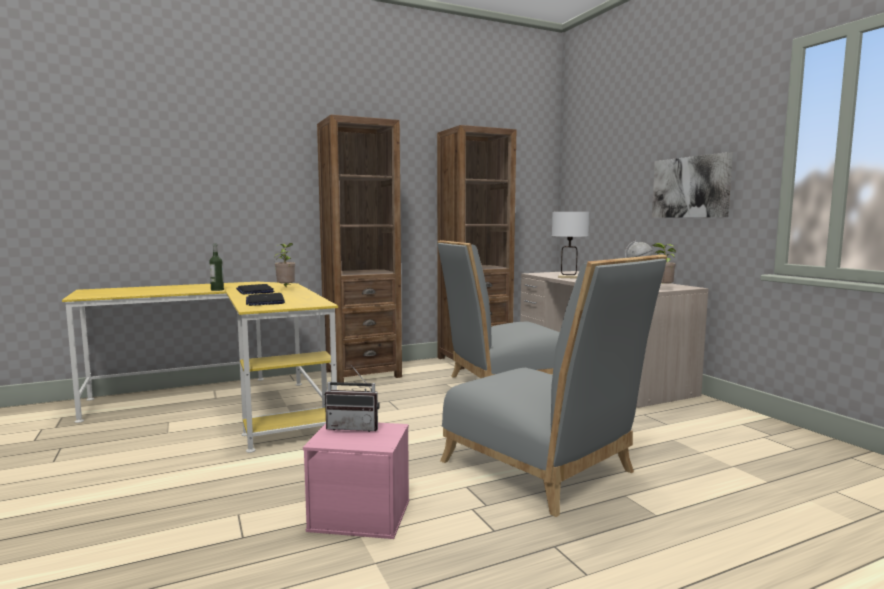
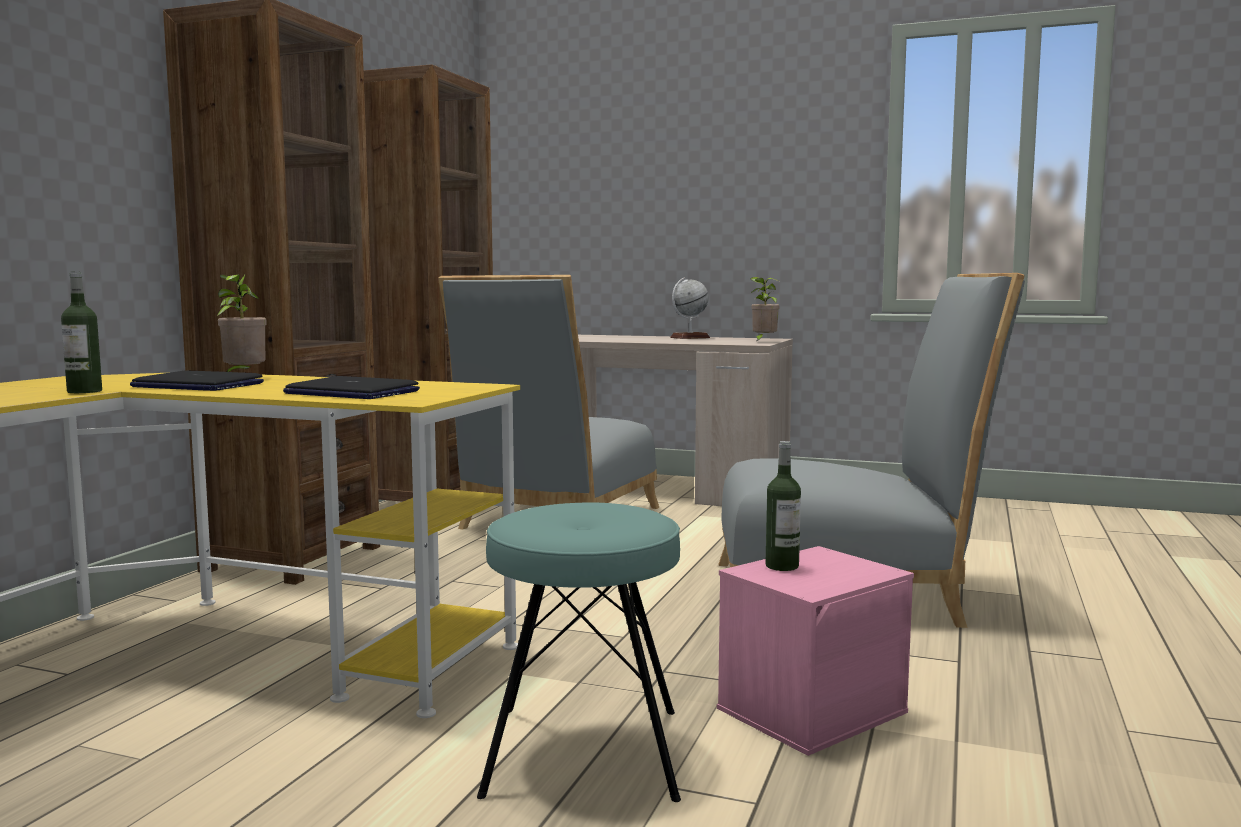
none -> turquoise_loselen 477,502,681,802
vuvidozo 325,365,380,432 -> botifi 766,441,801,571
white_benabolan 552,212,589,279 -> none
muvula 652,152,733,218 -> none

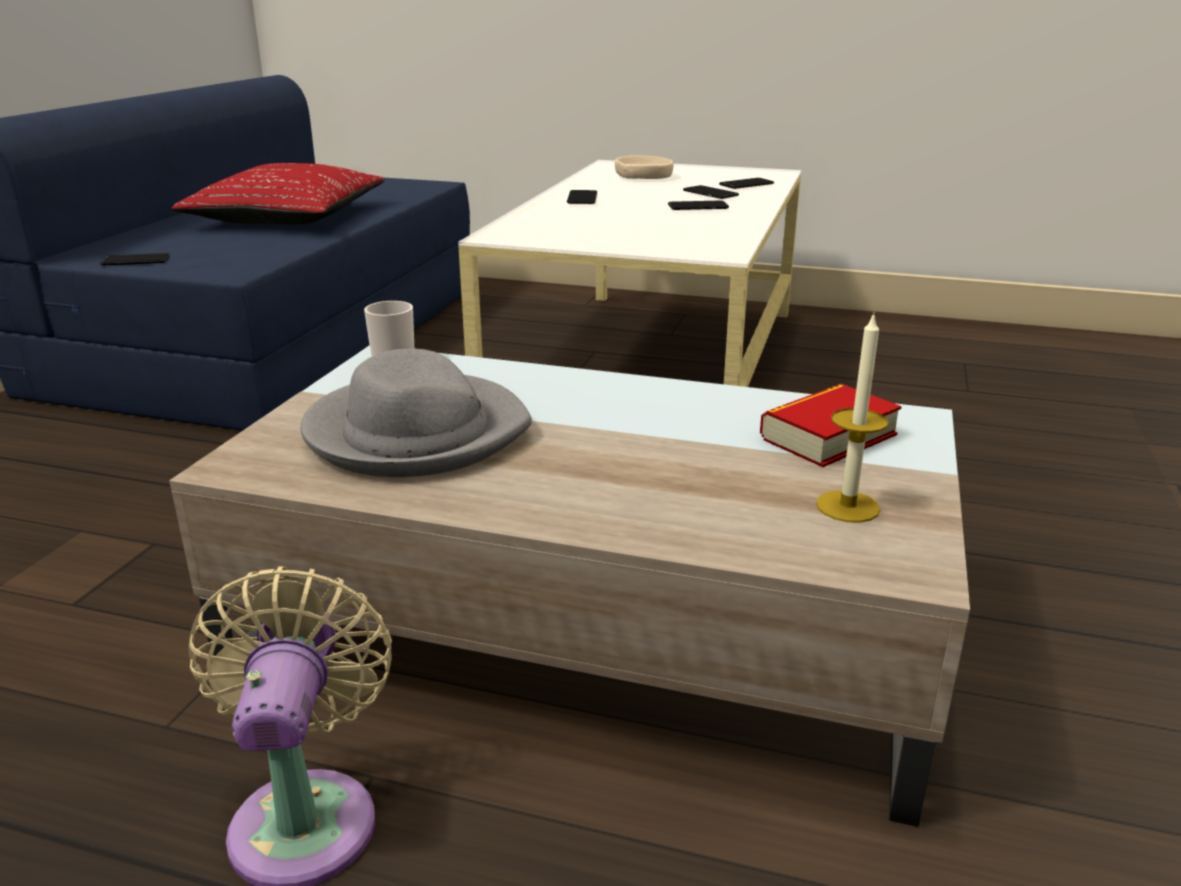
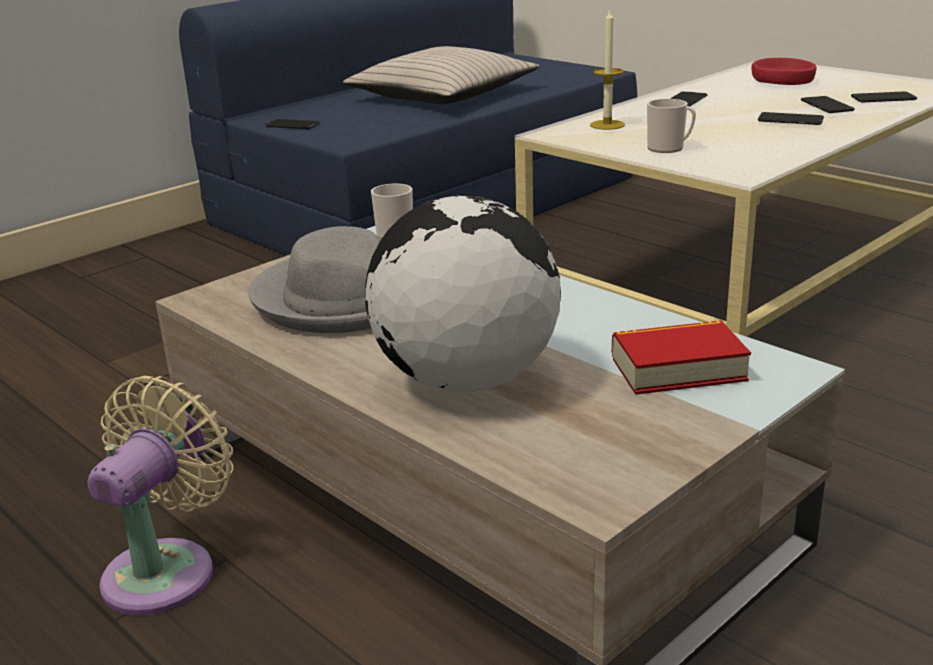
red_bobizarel 172,163,385,225 -> beige_bobizarel 343,46,540,104
none -> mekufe 365,196,561,392
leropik 816,312,888,523 -> leropik 590,10,625,130, move
none -> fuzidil 647,99,696,153
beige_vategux 615,155,674,179 -> red_vategux 752,58,817,85

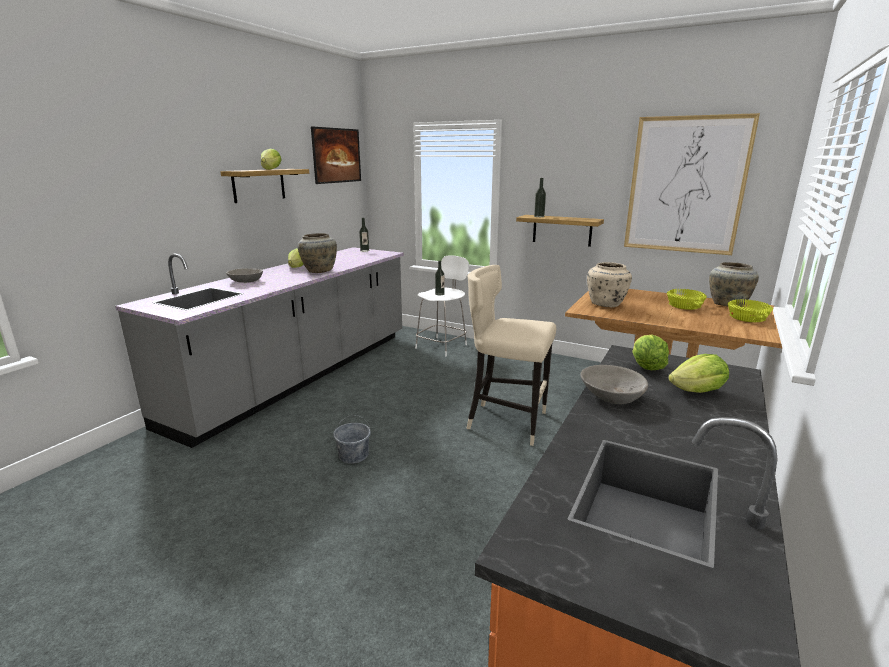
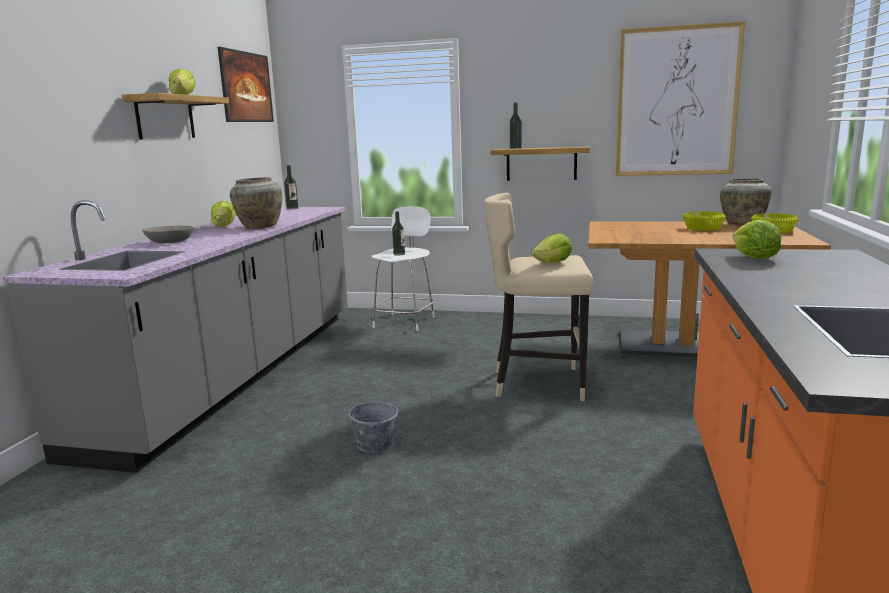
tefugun 668,354,729,393 -> tefugun 531,233,572,263, move
grey_vategux 580,365,648,404 -> none
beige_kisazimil 587,262,632,307 -> none

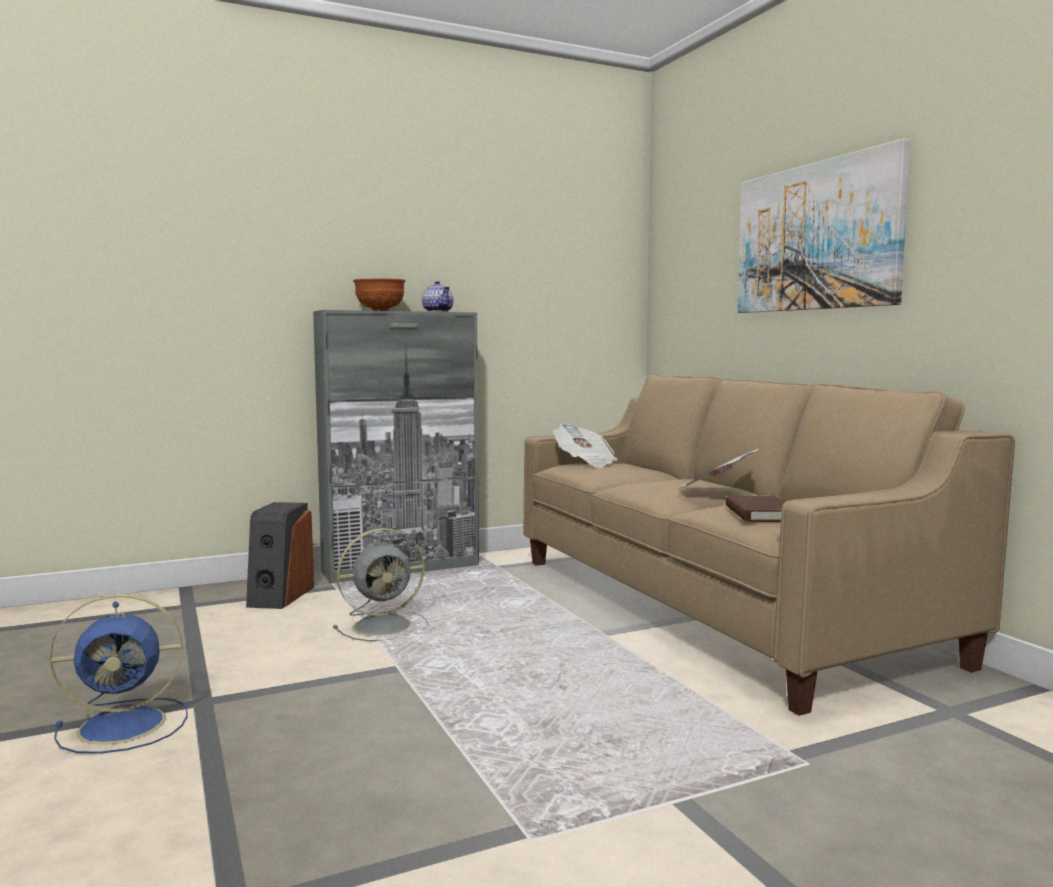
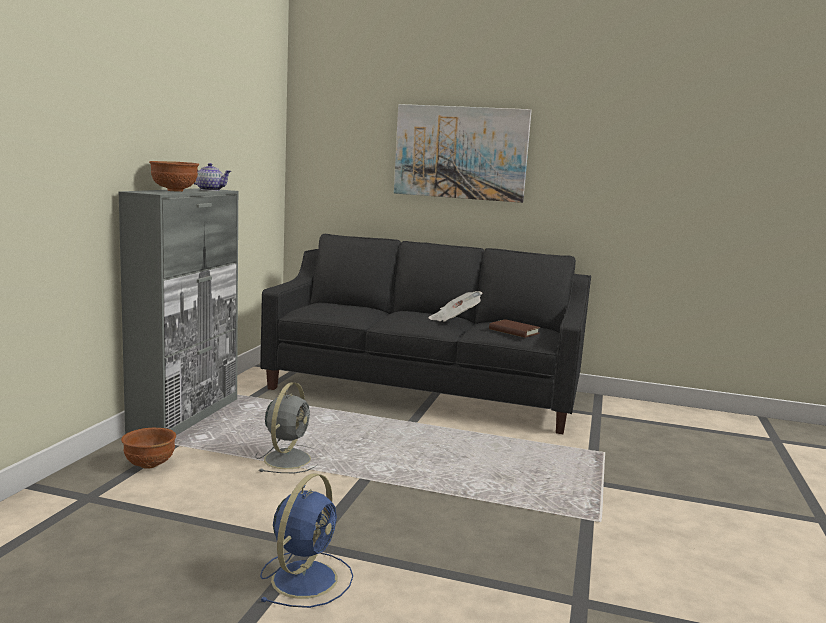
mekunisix 246,502,314,609 -> brown_vategux 121,427,176,469
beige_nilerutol 523,374,1015,716 -> black_nilerutol 260,234,591,434
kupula 553,424,618,468 -> none

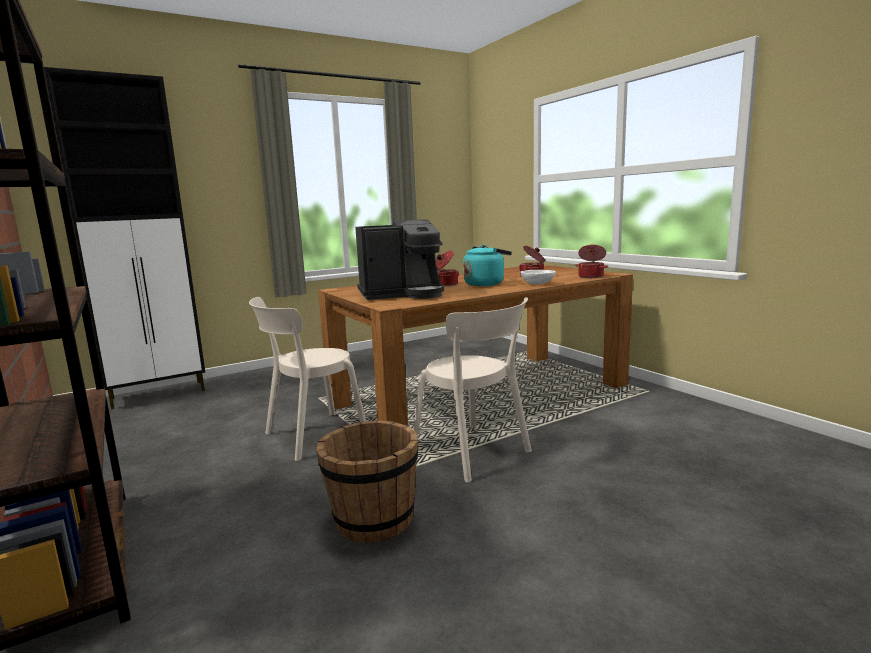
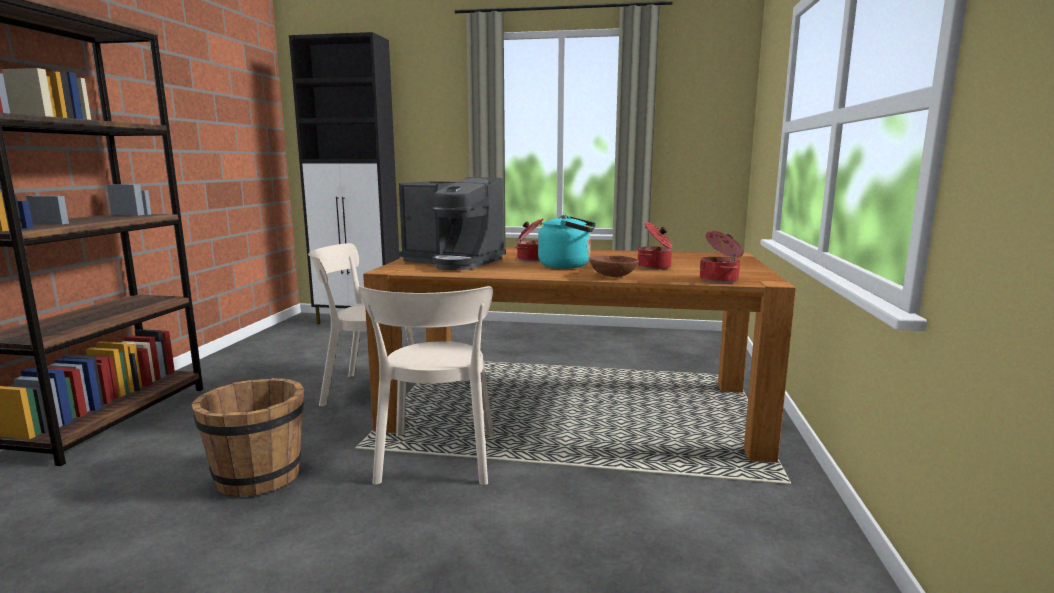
white_vategux 520,270,556,284 -> brown_vategux 590,256,639,277

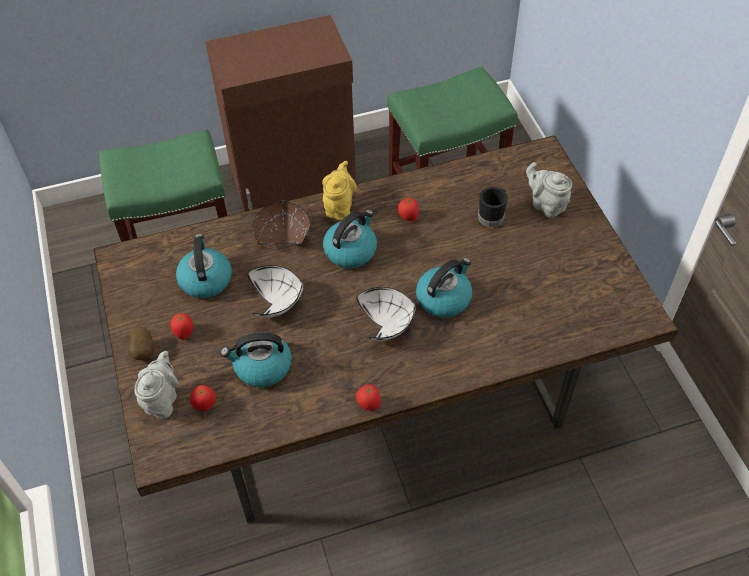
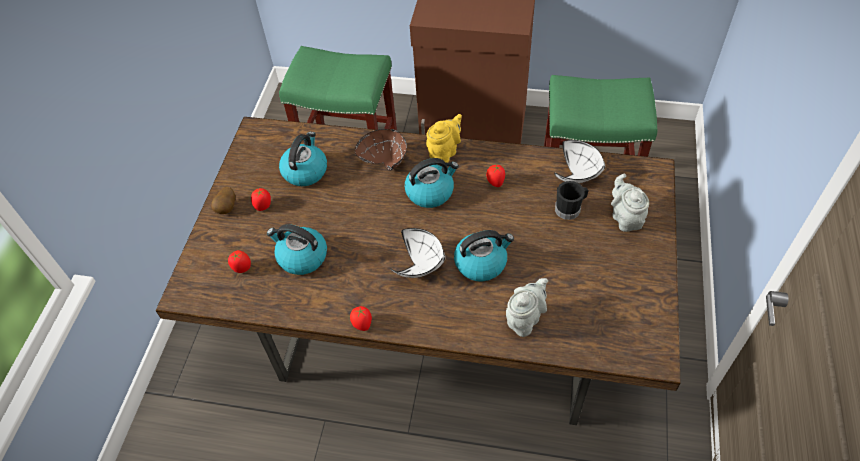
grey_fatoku 135,351,179,419 -> grey_fatoku 506,278,548,337, move
white_vategux 247,265,304,318 -> white_vategux 554,140,605,183, move

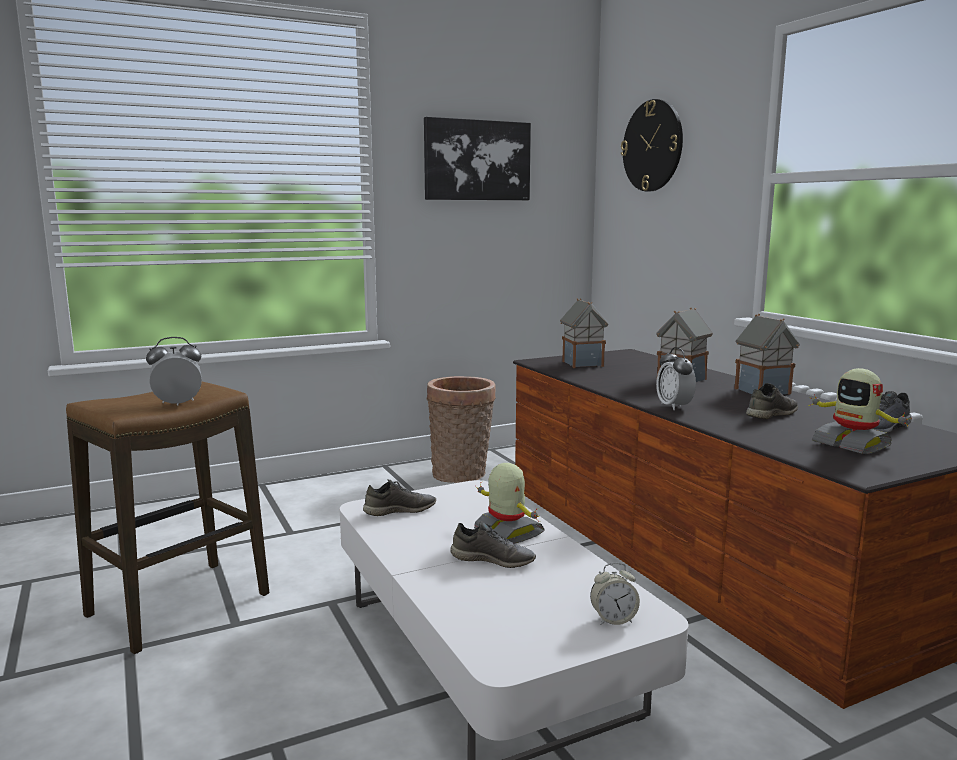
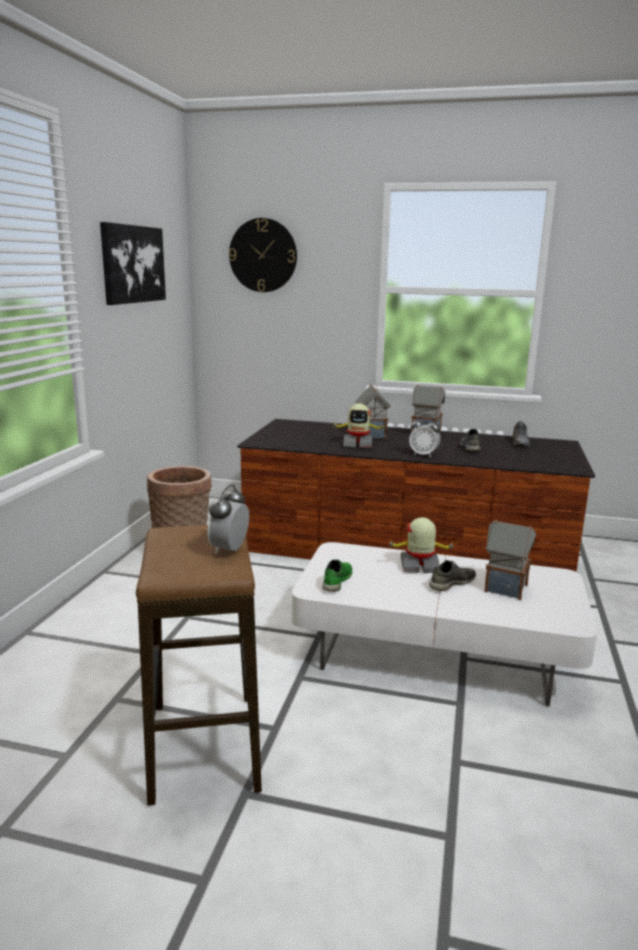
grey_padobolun 363,479,436,516 -> green_padobolun 322,559,352,592
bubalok 809,368,912,454 -> bubalok 331,403,386,448, move
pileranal 560,298,608,368 -> pileranal 484,520,536,600, move
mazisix 590,563,640,625 -> none

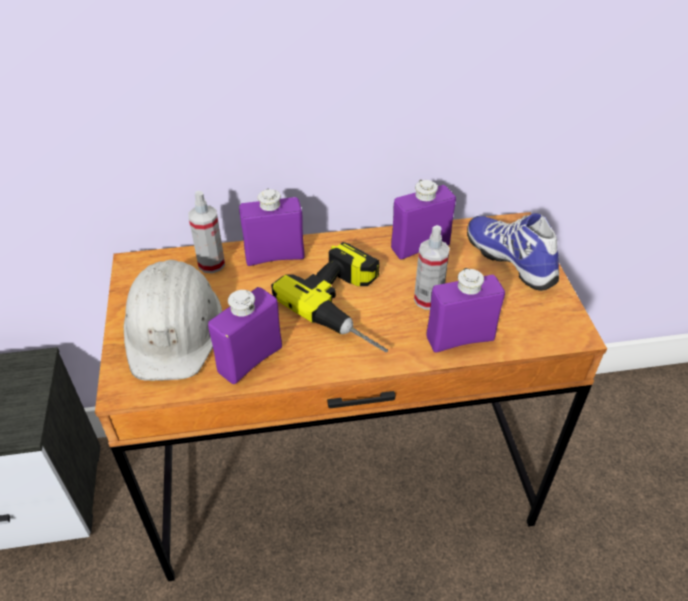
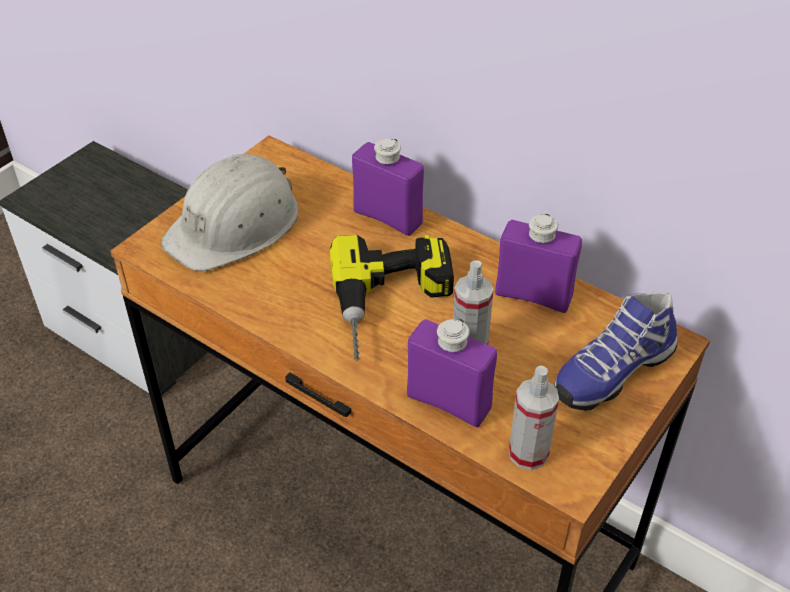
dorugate 188,191,225,273 -> dorugate 509,365,559,470, move
padobolun 467,213,559,291 -> padobolun 554,292,677,411, 135 degrees counterclockwise
purple_botifi 208,287,282,384 -> none

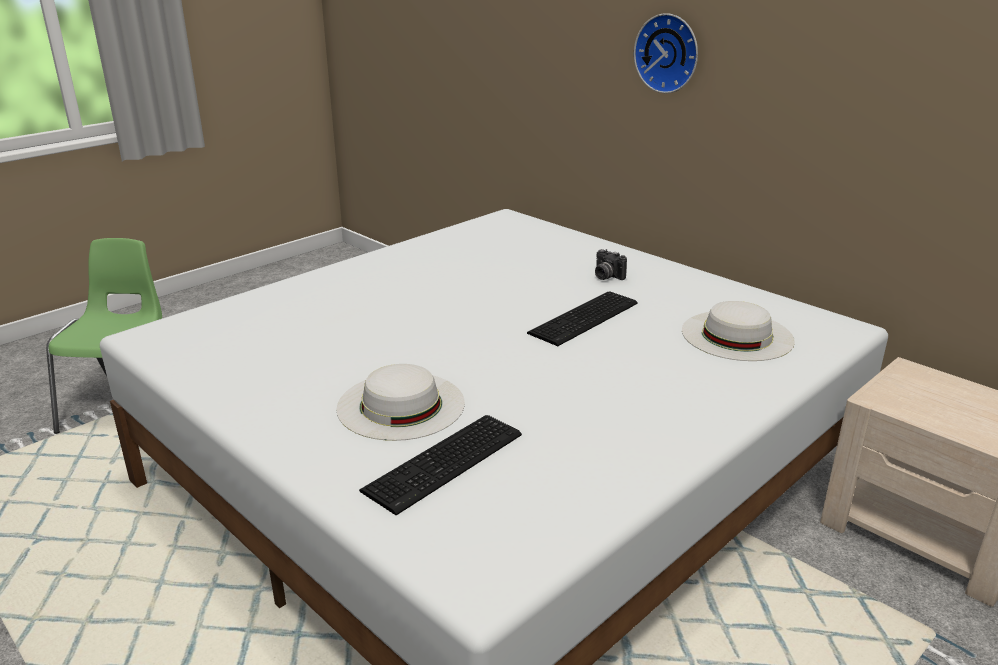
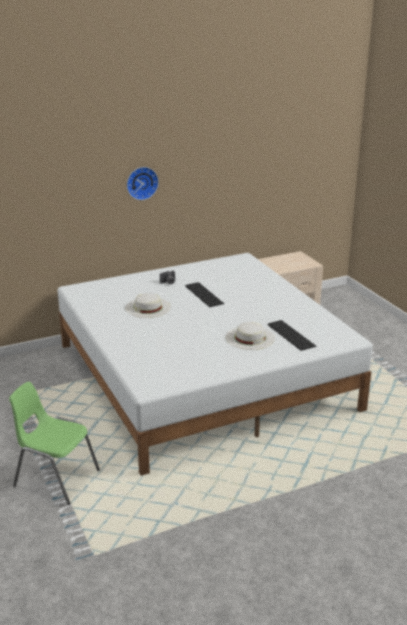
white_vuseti 682,301,795,361 -> white_vuseti 125,293,171,318, move

